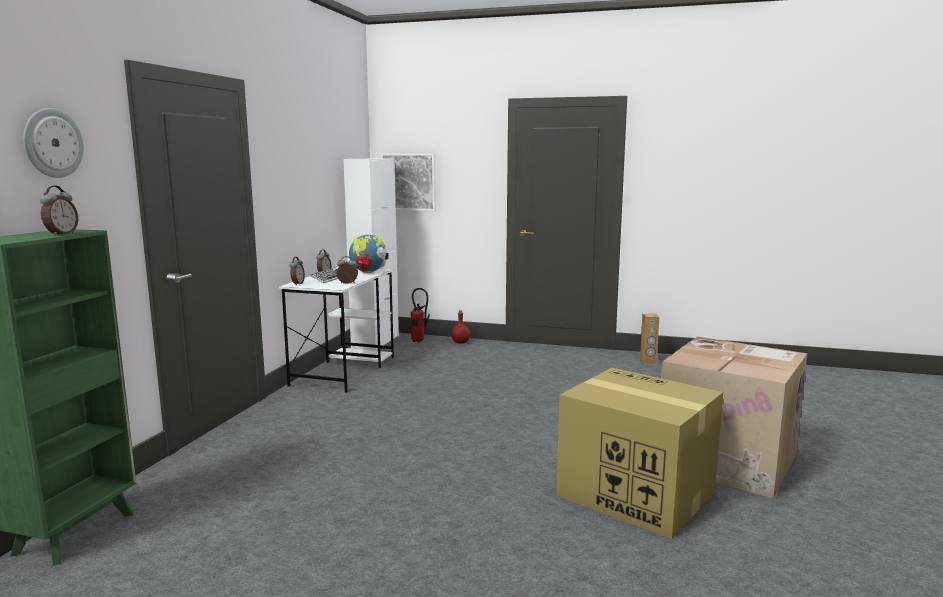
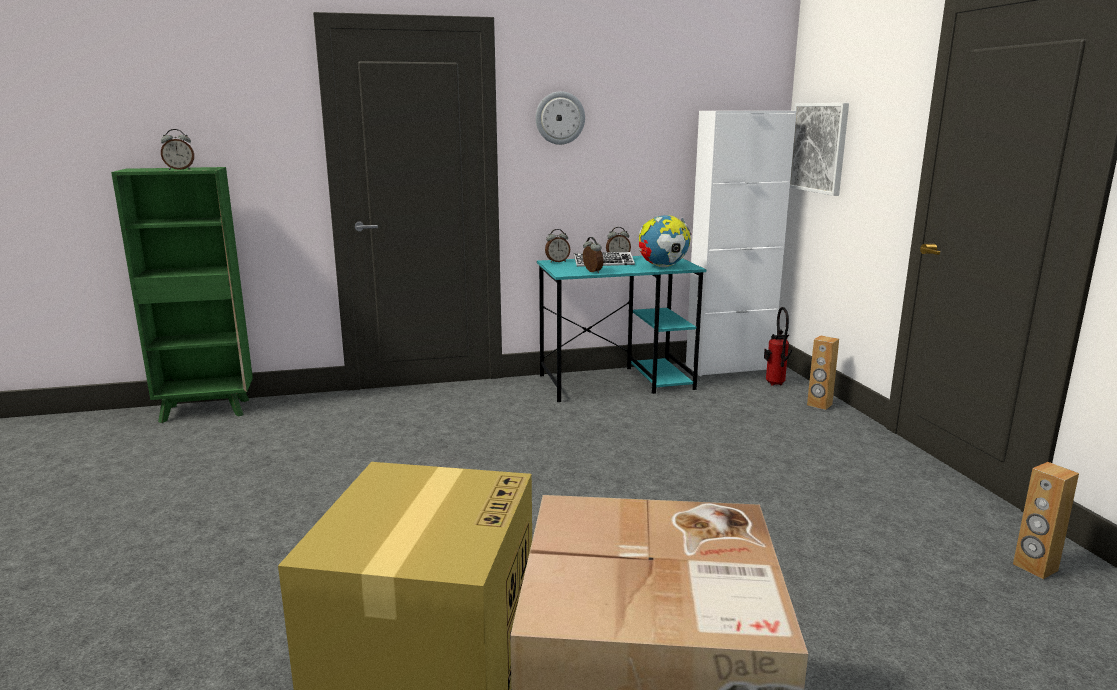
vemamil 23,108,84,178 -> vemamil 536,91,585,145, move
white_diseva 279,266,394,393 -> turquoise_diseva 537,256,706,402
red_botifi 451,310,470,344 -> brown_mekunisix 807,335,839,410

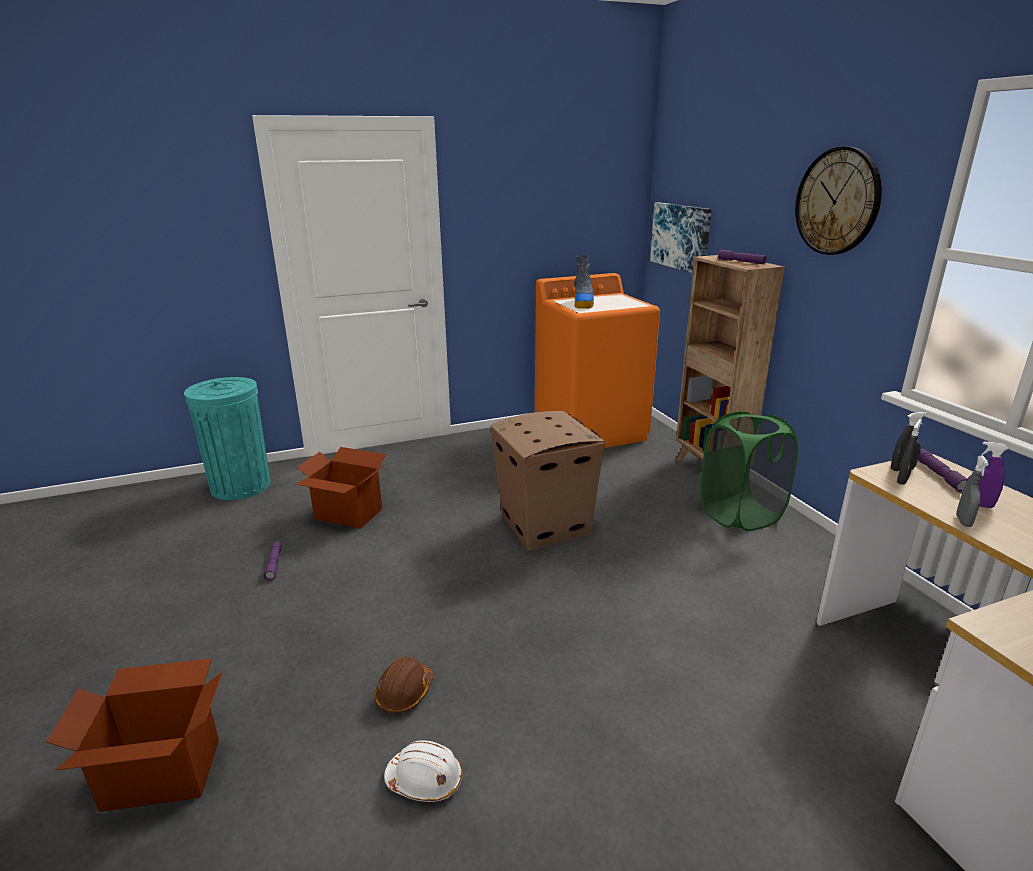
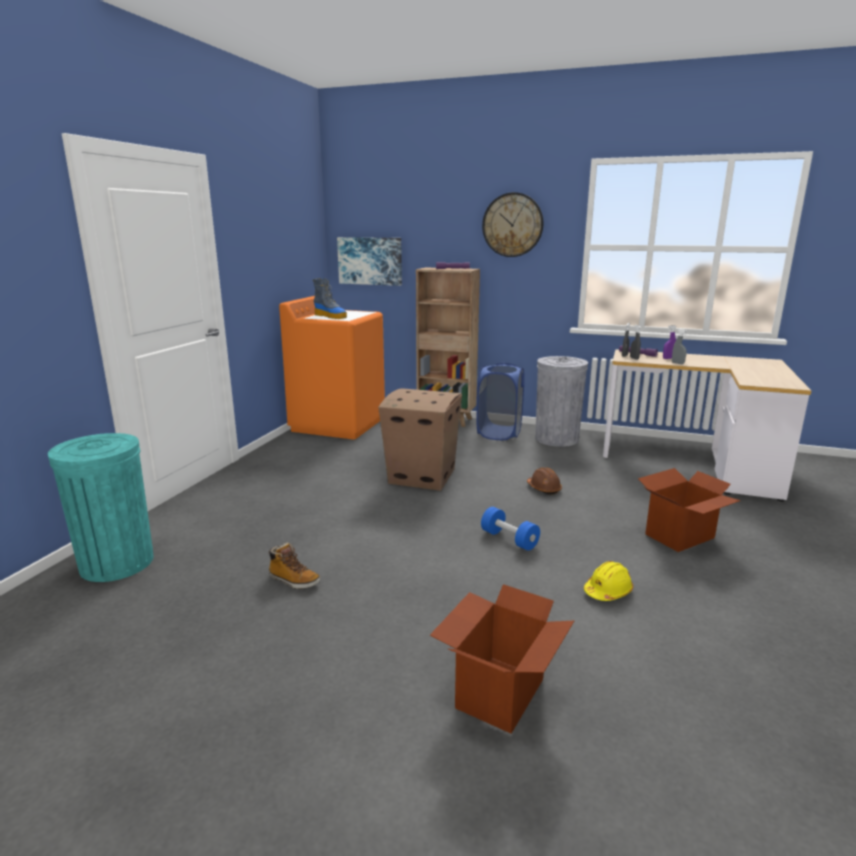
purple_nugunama 264,542,281,581 -> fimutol 269,543,321,589
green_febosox 700,411,798,531 -> blue_febosox 476,363,524,440
none -> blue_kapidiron 481,507,540,551
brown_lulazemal 374,657,433,713 -> brown_lulazemal 527,467,562,495, move
none -> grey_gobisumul 535,356,588,447
white_lulazemal 384,740,463,802 -> yellow_lulazemal 584,561,633,601
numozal 296,447,387,529 -> numozal 638,468,741,552, move

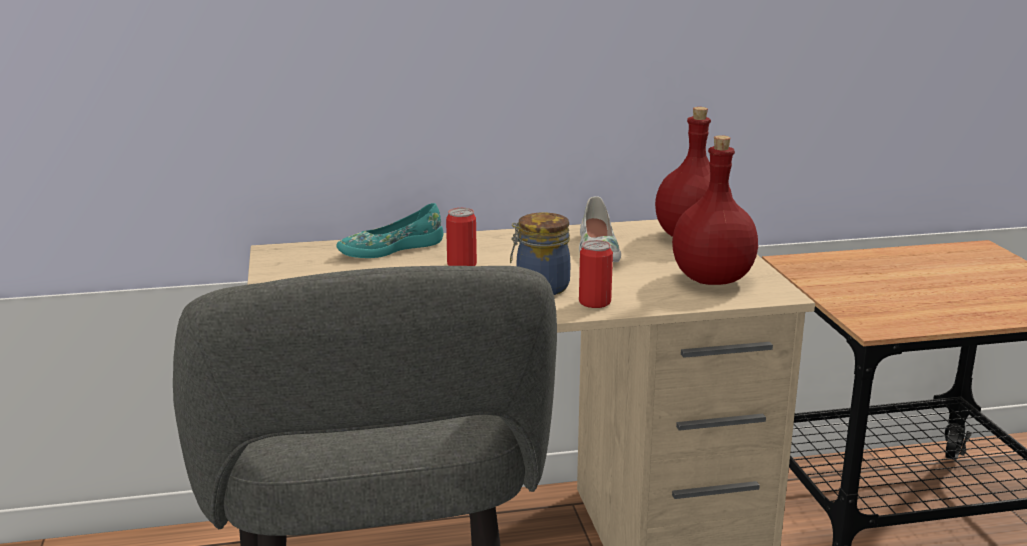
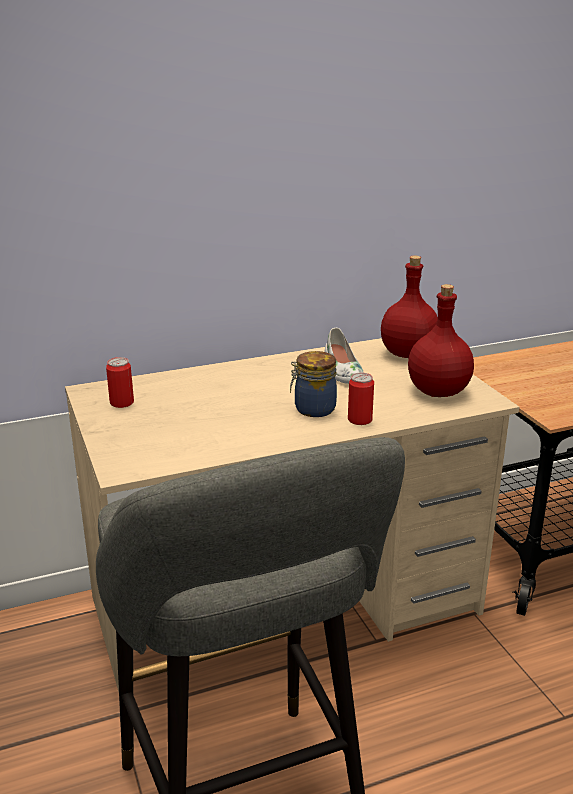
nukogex 446,208,477,266 -> nukogex 106,357,134,408, move
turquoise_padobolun 336,203,443,258 -> none

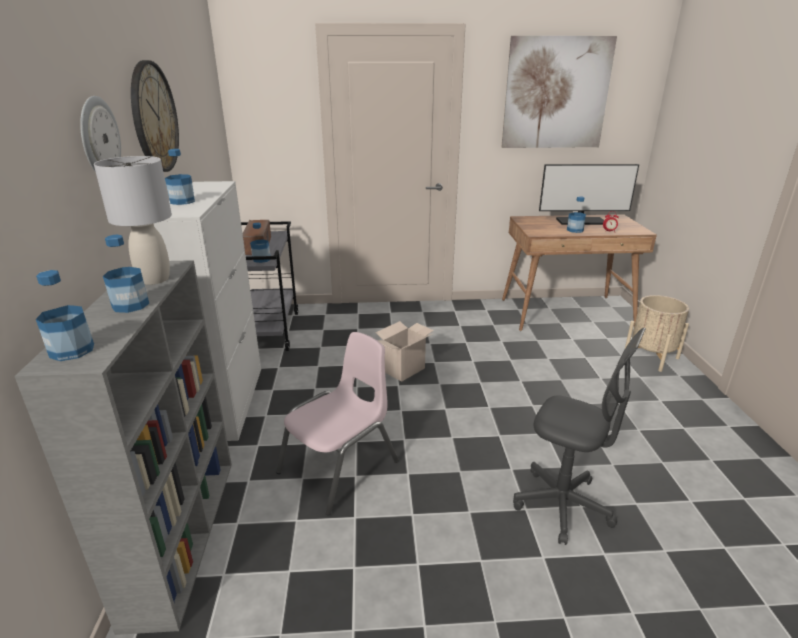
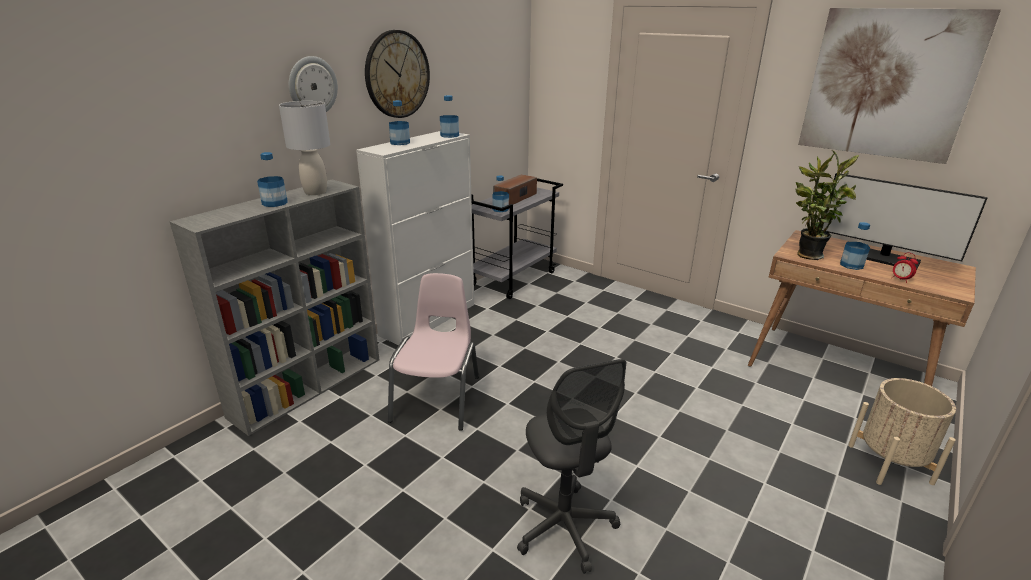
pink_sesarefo 276,332,399,516 -> pink_sesarefo 388,273,479,431, 75 degrees counterclockwise
botifi 36,270,94,361 -> botifi 440,95,459,138, move
none -> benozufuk 795,150,859,260
numozal 375,321,434,382 -> none

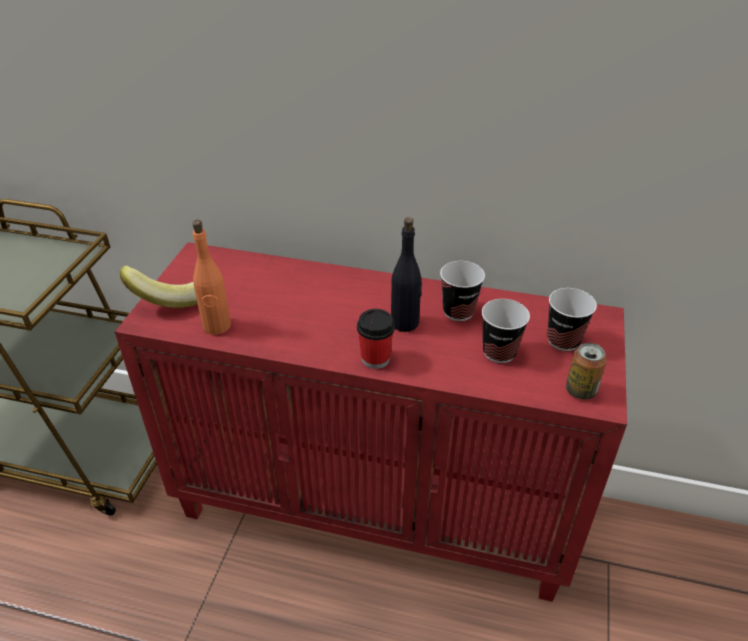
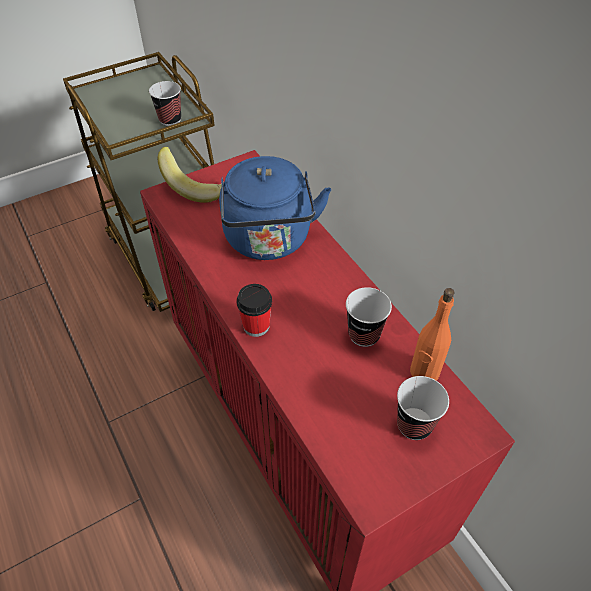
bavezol 482,299,530,363 -> bavezol 149,81,181,126, move
none -> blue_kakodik 219,156,331,260
orange_botifi 192,220,231,335 -> orange_botifi 410,288,455,381, move
black_botifi 391,217,422,332 -> none
nukogex 566,343,607,400 -> none

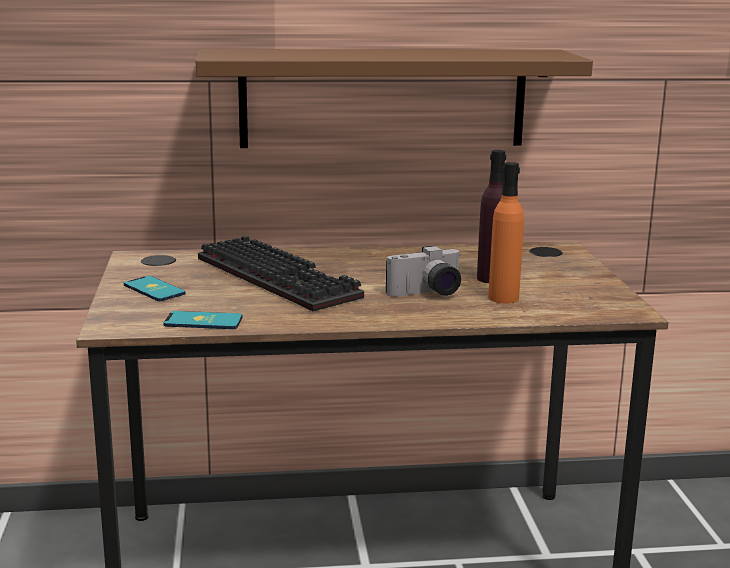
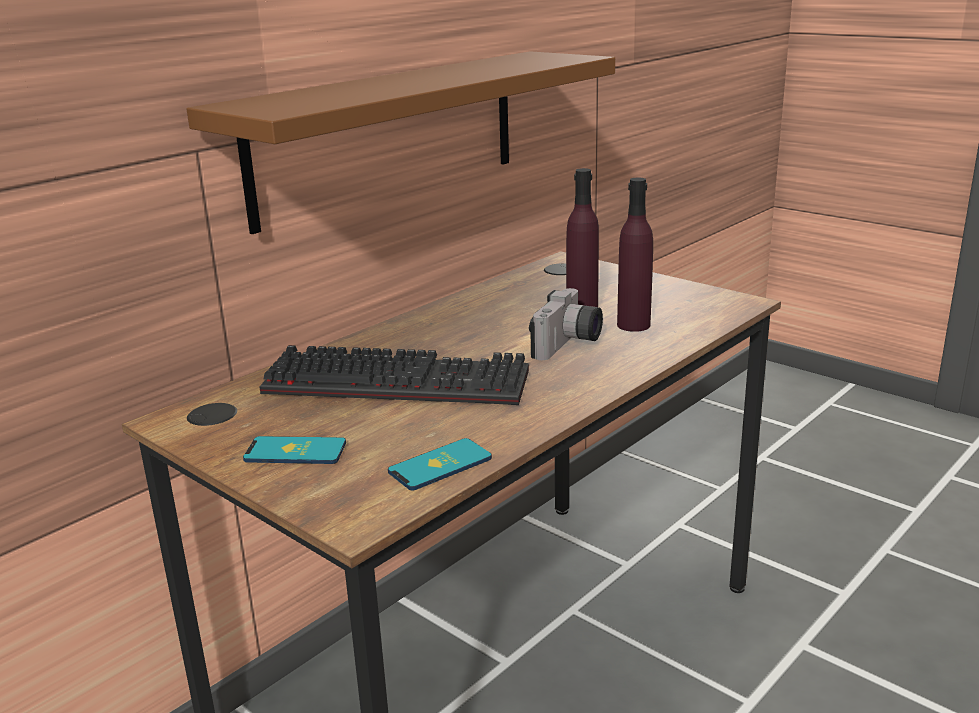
orange_botifi 488,162,524,303 -> purple_botifi 617,178,653,332

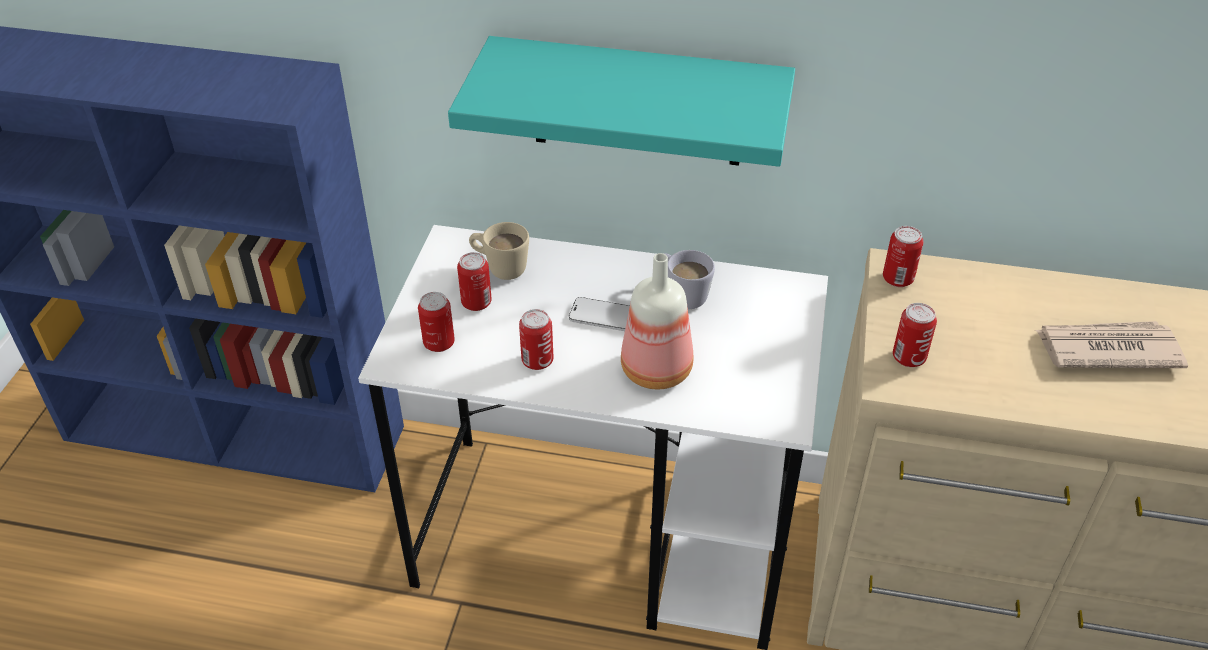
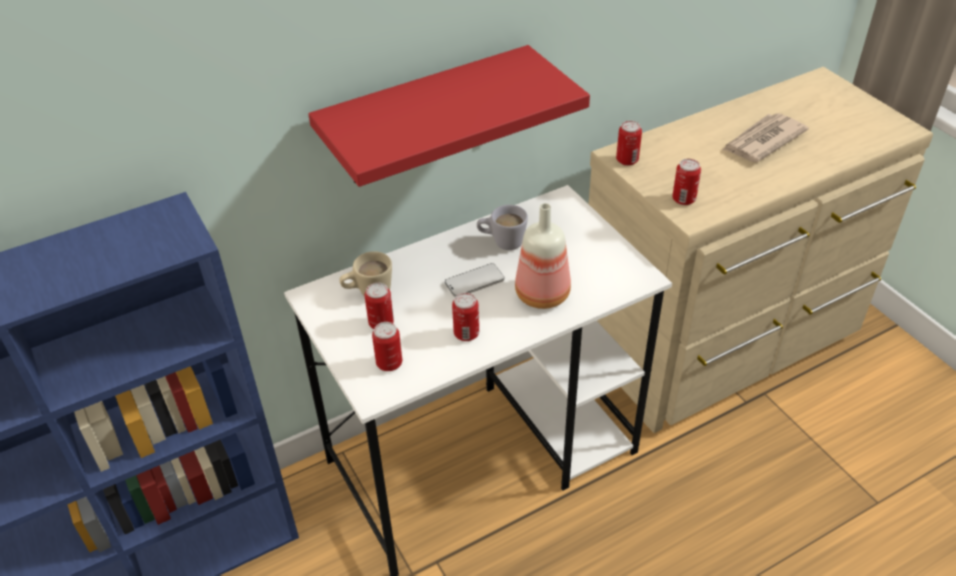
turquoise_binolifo 448,36,795,167 -> red_binolifo 308,45,590,187

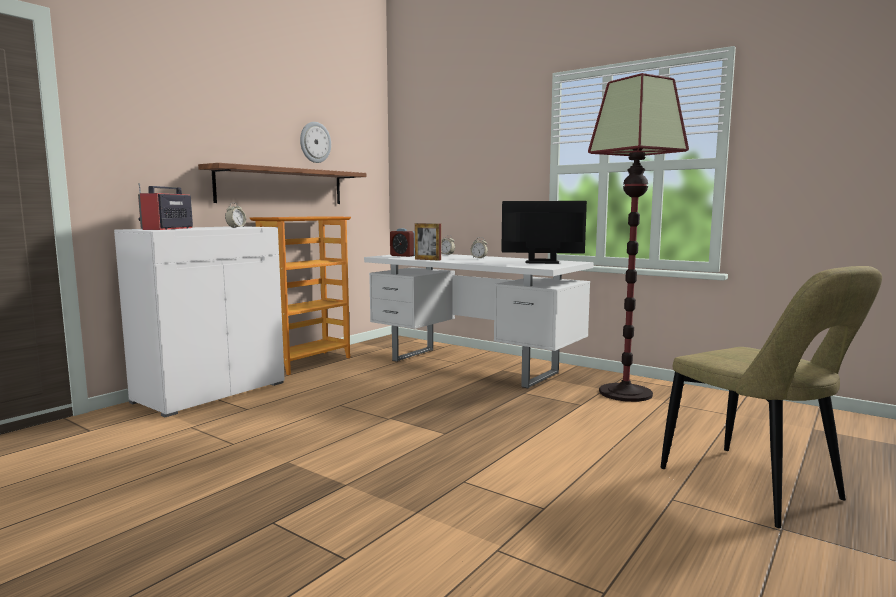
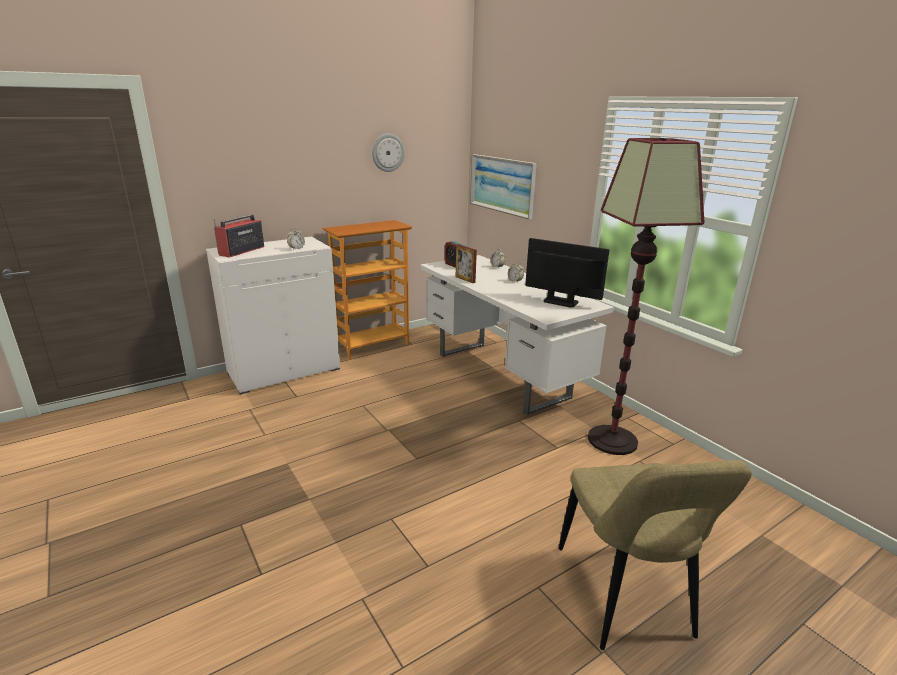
none -> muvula 470,154,537,219
binolifo 198,163,367,204 -> none

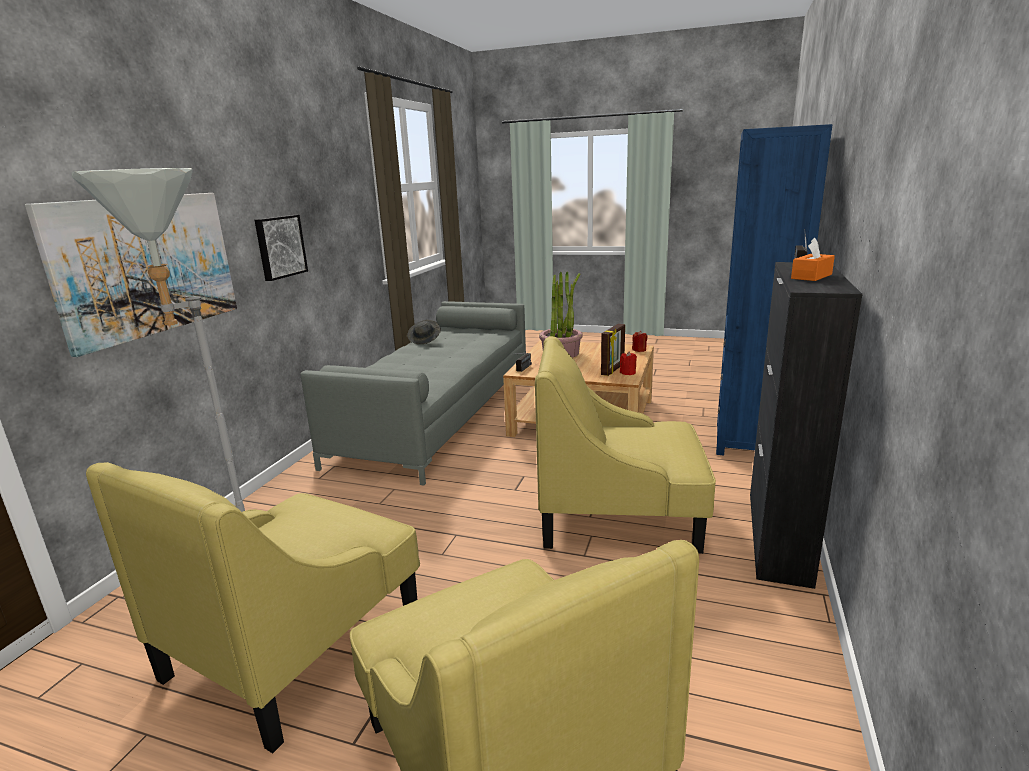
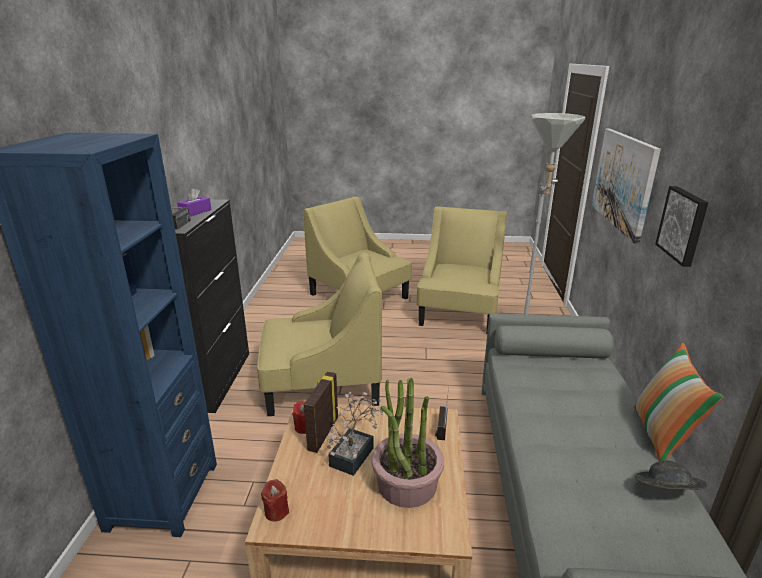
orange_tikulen 791,238,835,281 -> purple_tikulen 177,188,211,216
none -> benozufuk 327,392,383,476
none -> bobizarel 634,343,723,461

